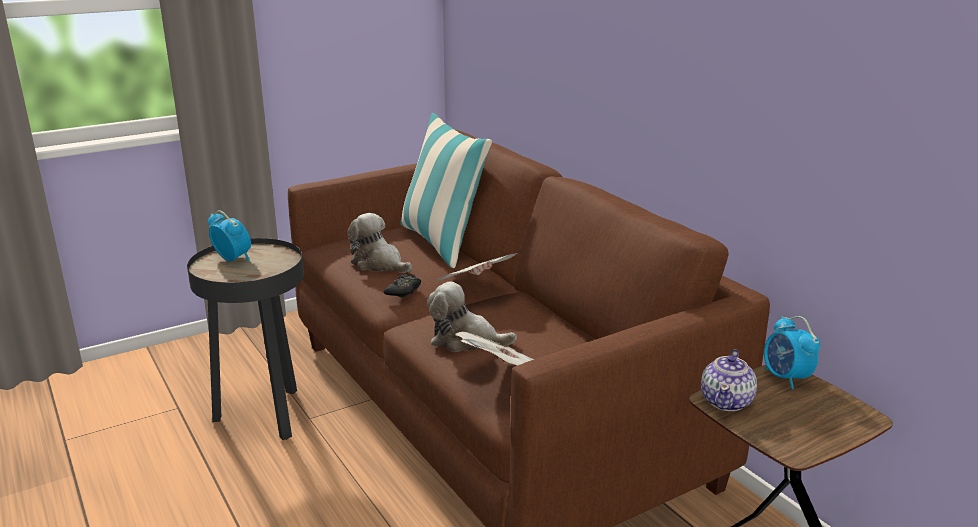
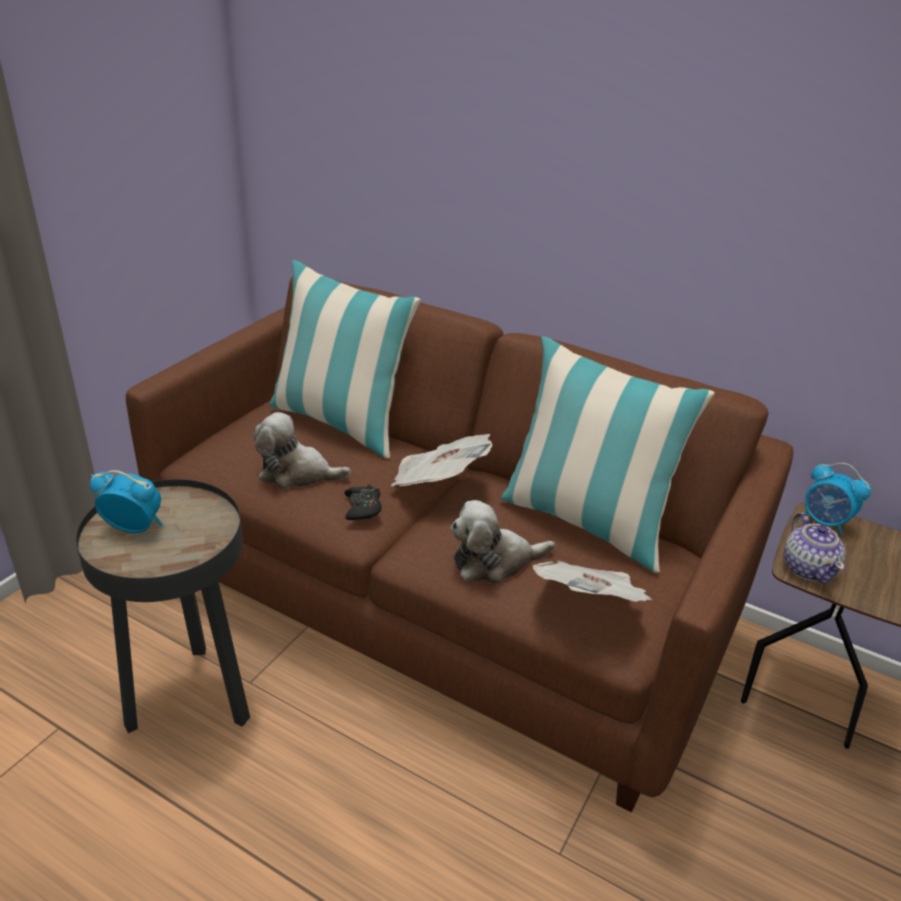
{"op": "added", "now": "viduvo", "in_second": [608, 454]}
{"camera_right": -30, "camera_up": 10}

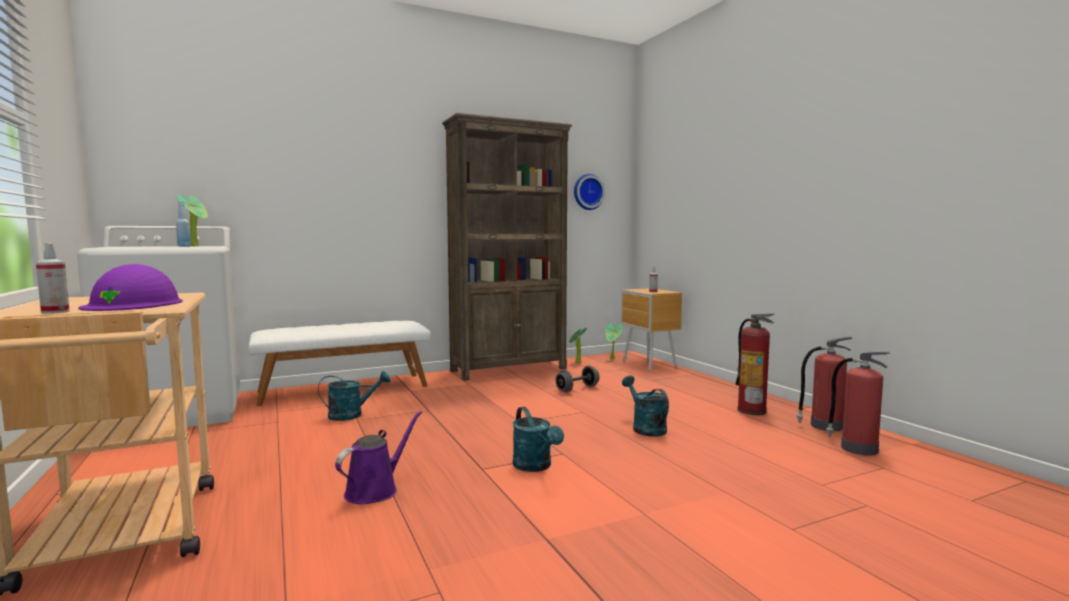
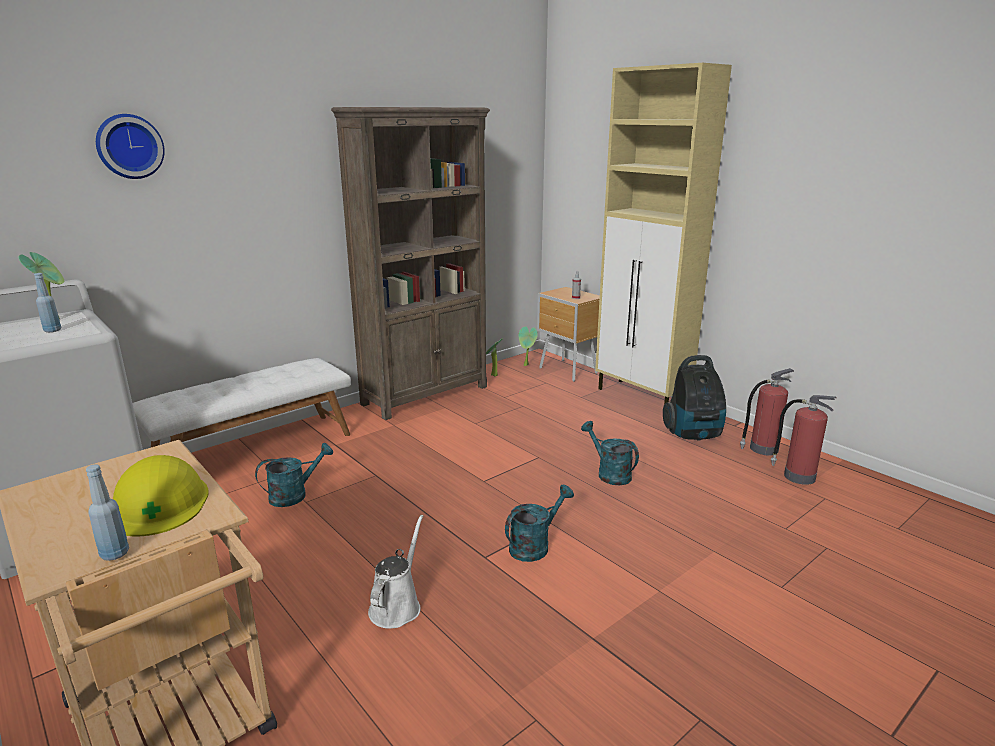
{"op": "moved", "was": "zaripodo", "in_first": [589, 192], "in_second": [130, 146]}
{"op": "replaced", "was": "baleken", "now": "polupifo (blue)", "in_first": [53, 278], "in_second": [107, 512]}
{"op": "recoloured", "was": "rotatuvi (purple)", "now": "rotatuvi (yellow)", "in_first": [130, 287], "in_second": [161, 495]}
{"op": "replaced", "was": "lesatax", "now": "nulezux", "in_first": [754, 364], "in_second": [694, 398]}
{"op": "removed", "was": "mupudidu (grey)", "in_first": [577, 379]}
{"op": "turned", "was": "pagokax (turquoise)", "in_first": [538, 439], "in_second": [539, 523], "clockwise": -90}
{"op": "recoloured", "was": "pagokax (purple)", "now": "pagokax (white)", "in_first": [378, 457], "in_second": [395, 572]}
{"op": "added", "now": "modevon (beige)", "in_second": [663, 233]}
{"camera_right": -15, "camera_up": 15}

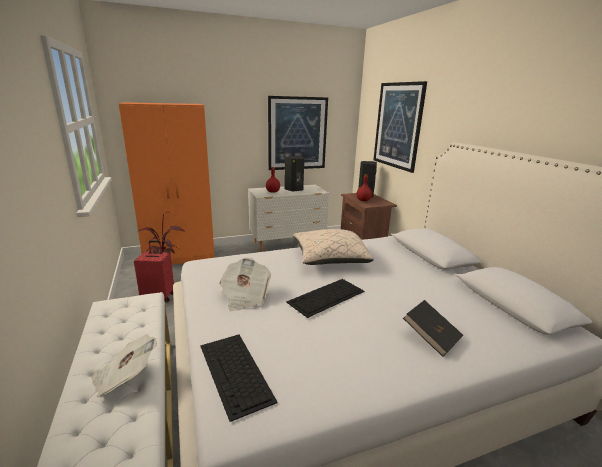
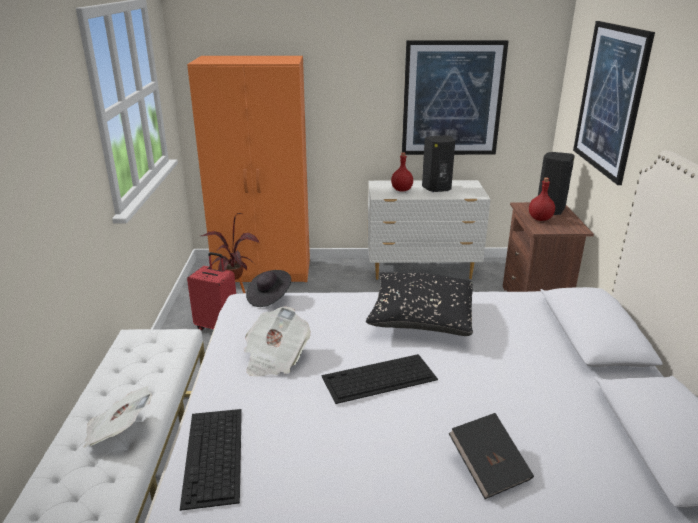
{"op": "recoloured", "was": "viduvo (beige)", "now": "viduvo (black)", "in_first": [333, 247], "in_second": [419, 304]}
{"op": "added", "now": "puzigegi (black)", "in_second": [268, 288]}
{"camera_right": 20, "camera_up": 5}

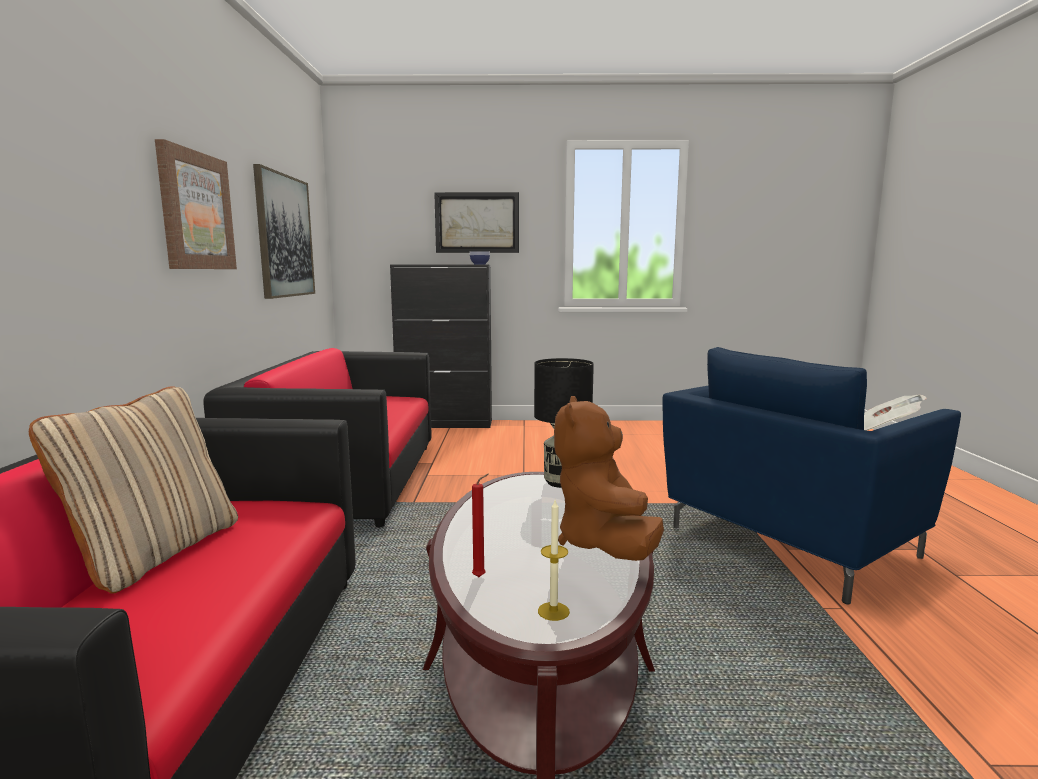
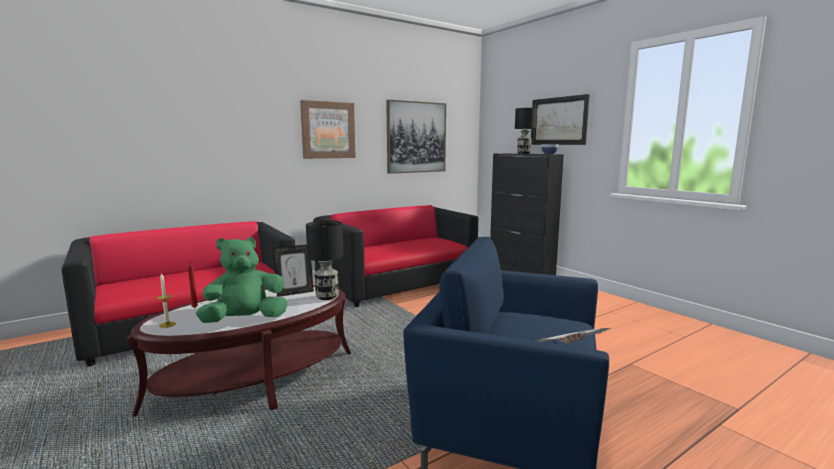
{"op": "removed", "was": "viduvo (beige)", "in_first": [133, 490]}
{"op": "recoloured", "was": "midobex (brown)", "now": "midobex (green)", "in_first": [609, 478], "in_second": [242, 280]}
{"op": "added", "now": "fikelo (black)", "in_second": [526, 131]}
{"op": "added", "now": "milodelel", "in_second": [293, 271]}
{"camera_right": 55, "camera_up": 0}

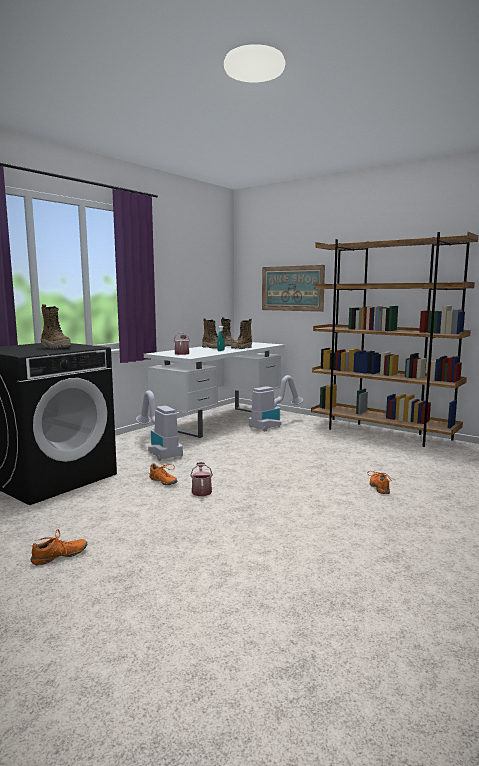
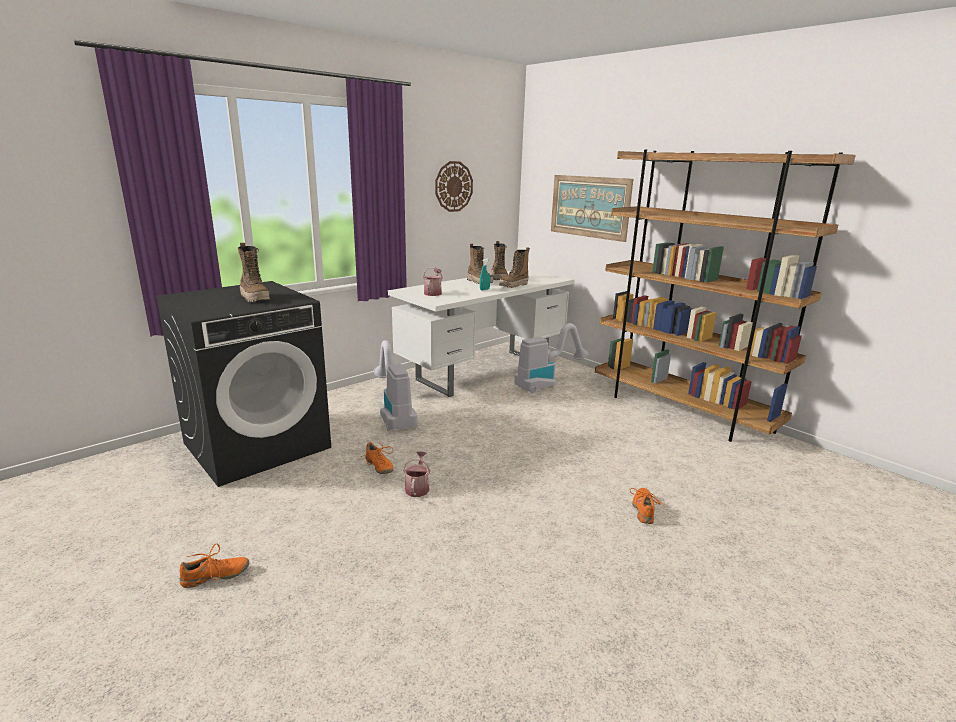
{"op": "added", "now": "zaripodo", "in_second": [454, 186]}
{"camera_right": 10, "camera_up": 10}

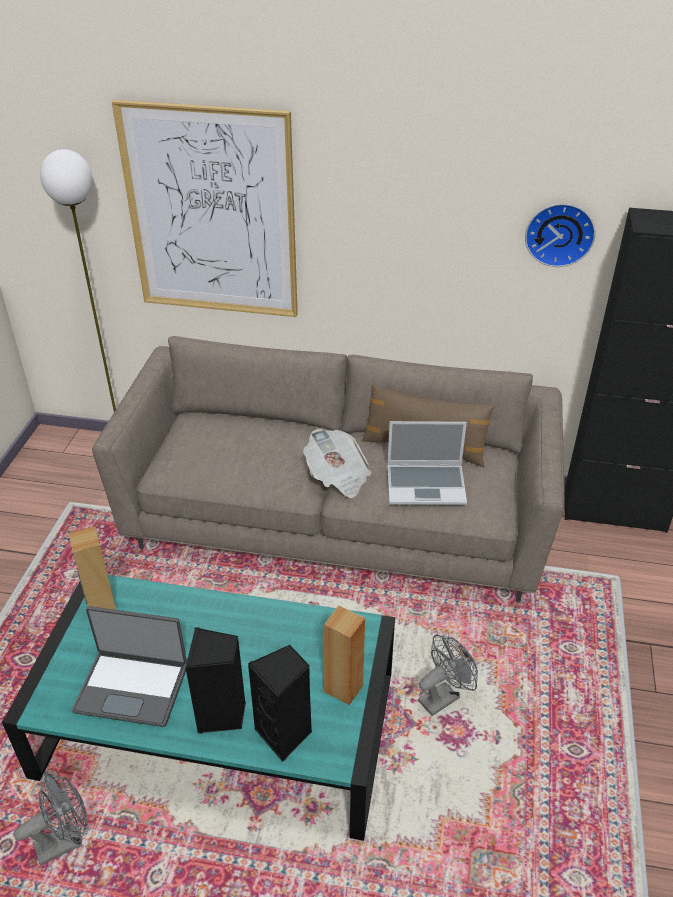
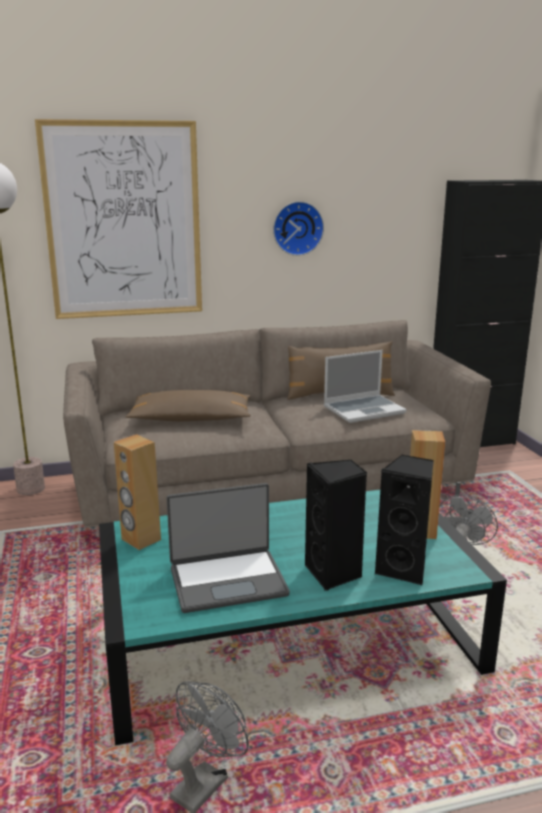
{"op": "moved", "was": "zaripodo", "in_first": [560, 235], "in_second": [298, 228]}
{"op": "removed", "was": "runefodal", "in_first": [337, 463]}
{"op": "added", "now": "viduvo (brown)", "in_second": [188, 405]}
{"camera_right": -25, "camera_up": -20}

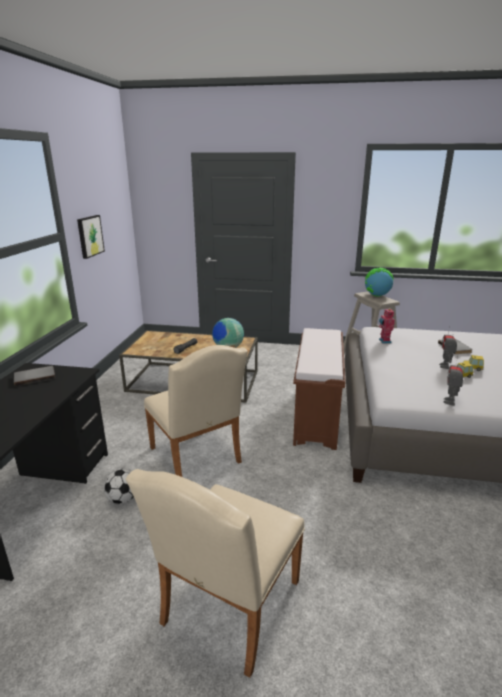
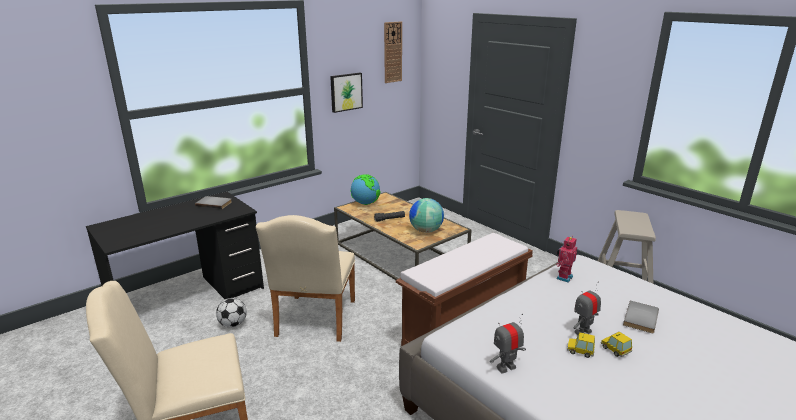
{"op": "moved", "was": "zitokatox", "in_first": [379, 282], "in_second": [365, 189]}
{"op": "added", "now": "zaripodo", "in_second": [393, 52]}
{"camera_right": 40, "camera_up": 0}

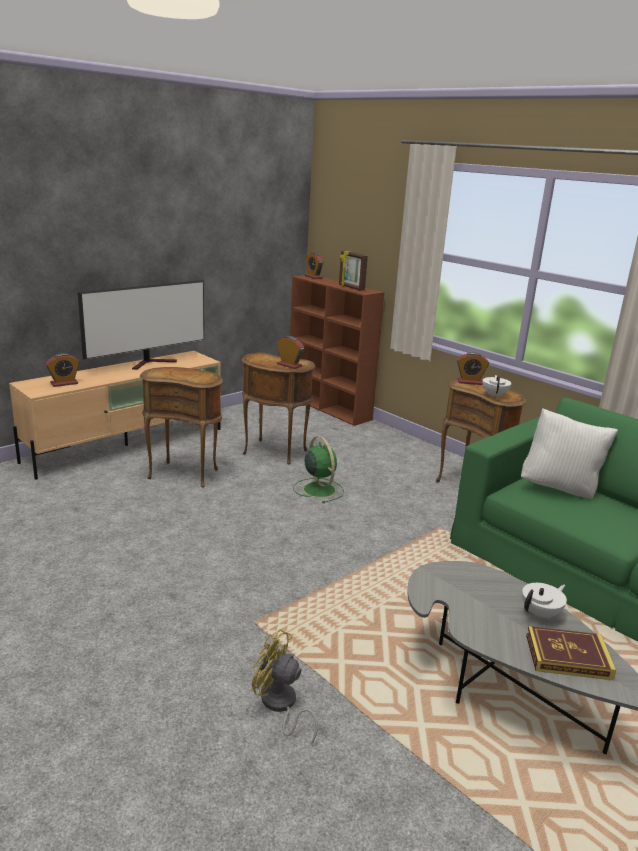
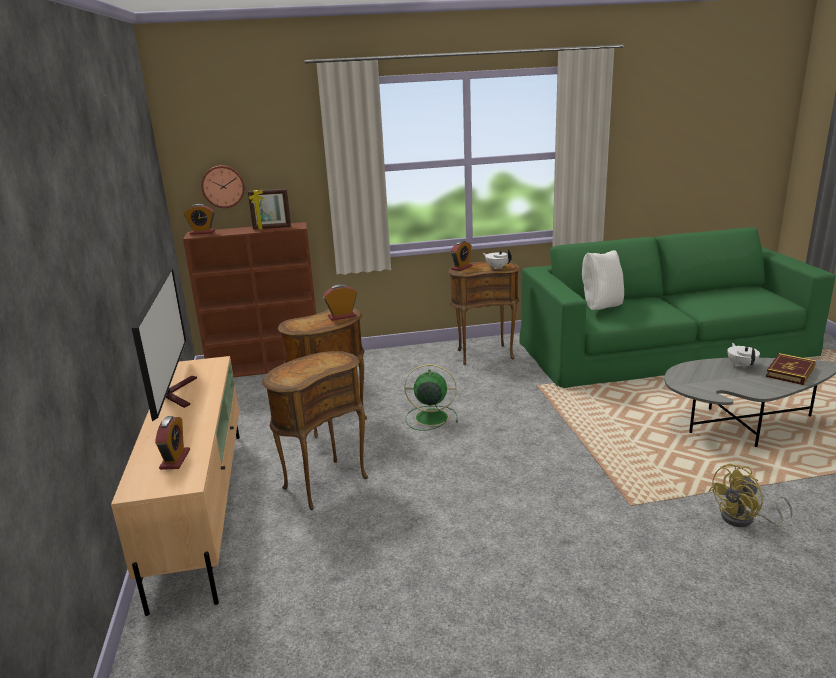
{"op": "added", "now": "zaripodo", "in_second": [223, 186]}
{"camera_right": -55, "camera_up": 0}

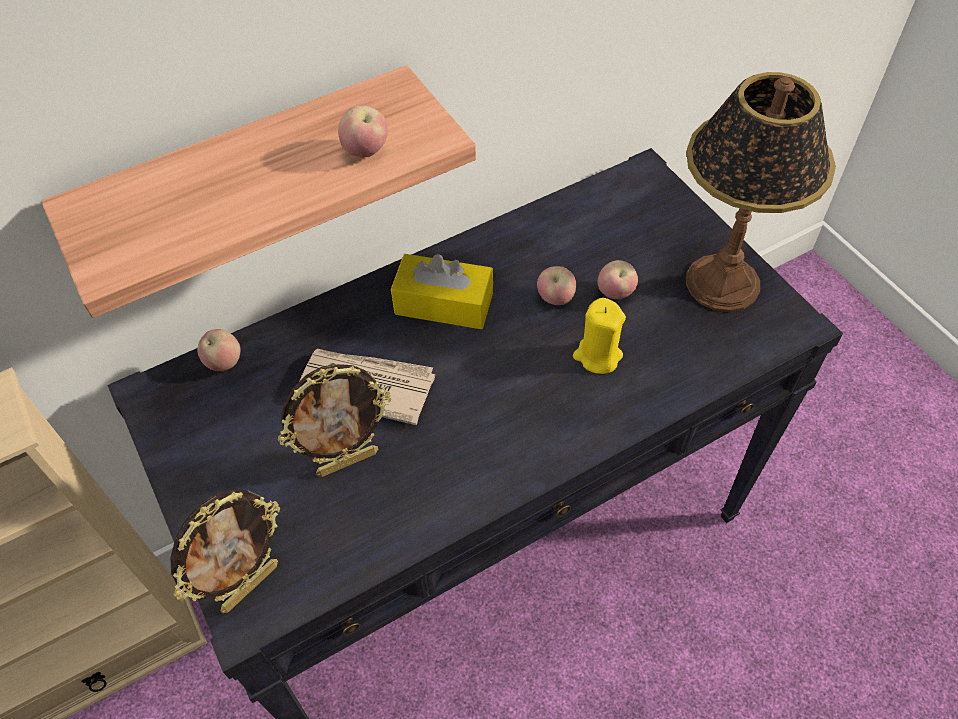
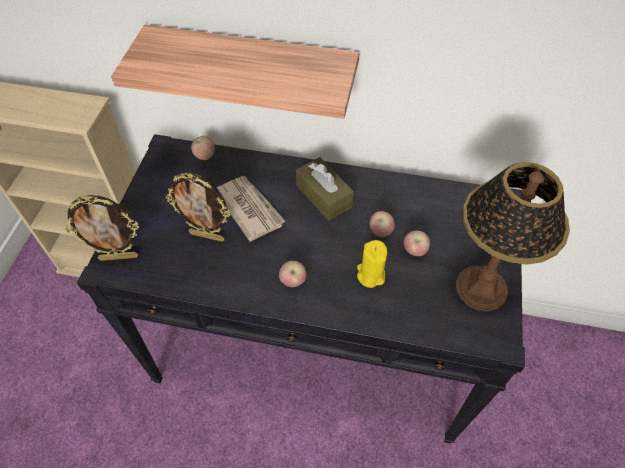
{"op": "moved", "was": "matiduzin", "in_first": [363, 131], "in_second": [292, 274]}
{"op": "recoloured", "was": "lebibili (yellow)", "now": "lebibili (brown)", "in_first": [442, 291], "in_second": [325, 189]}
{"camera_right": 40, "camera_up": 0}

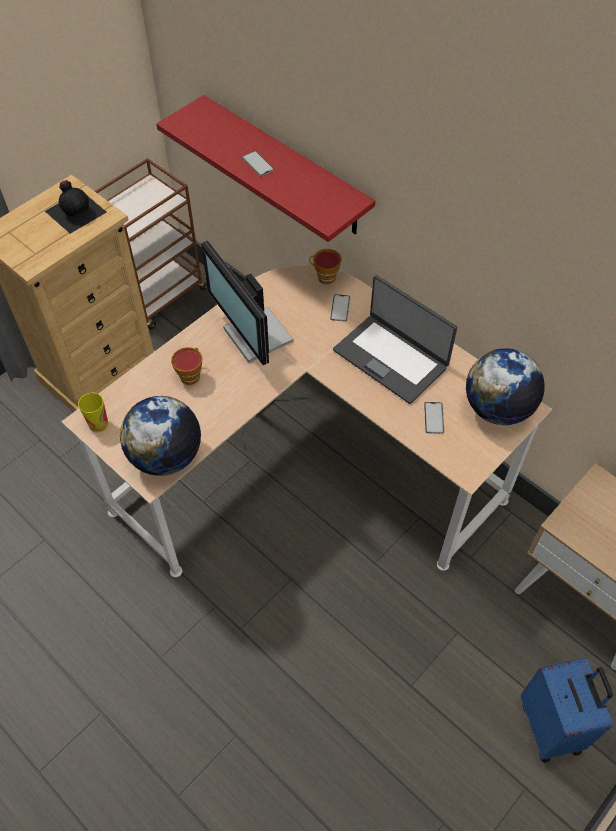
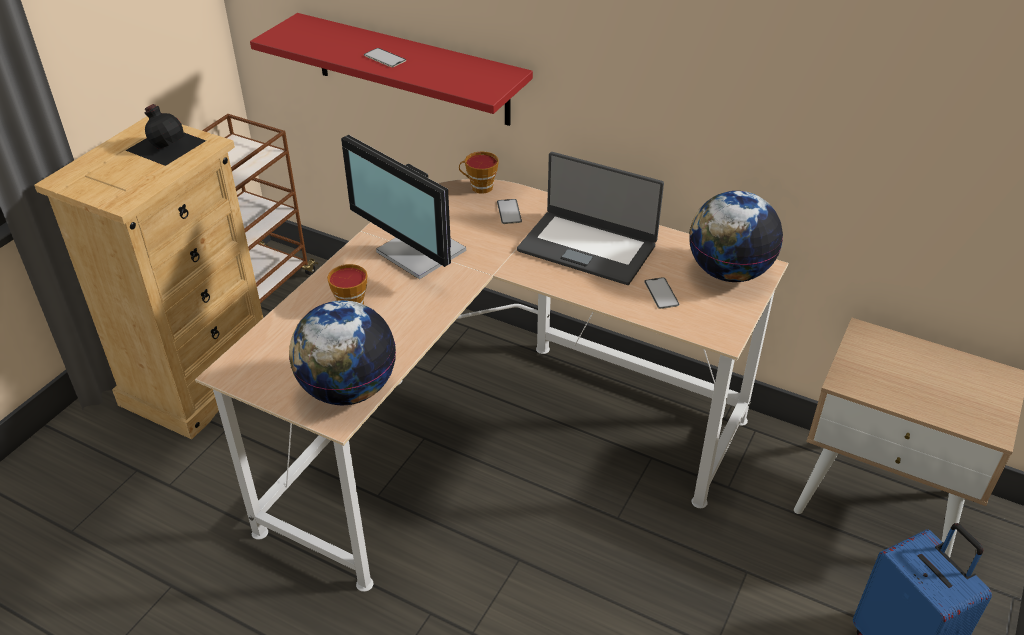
{"op": "removed", "was": "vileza", "in_first": [93, 412]}
{"camera_right": -15, "camera_up": -15}

